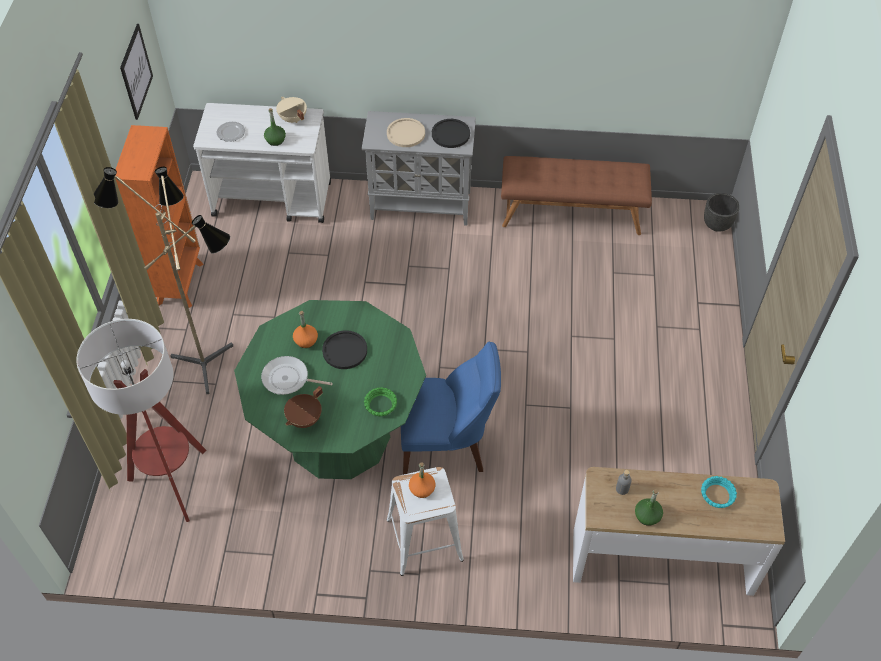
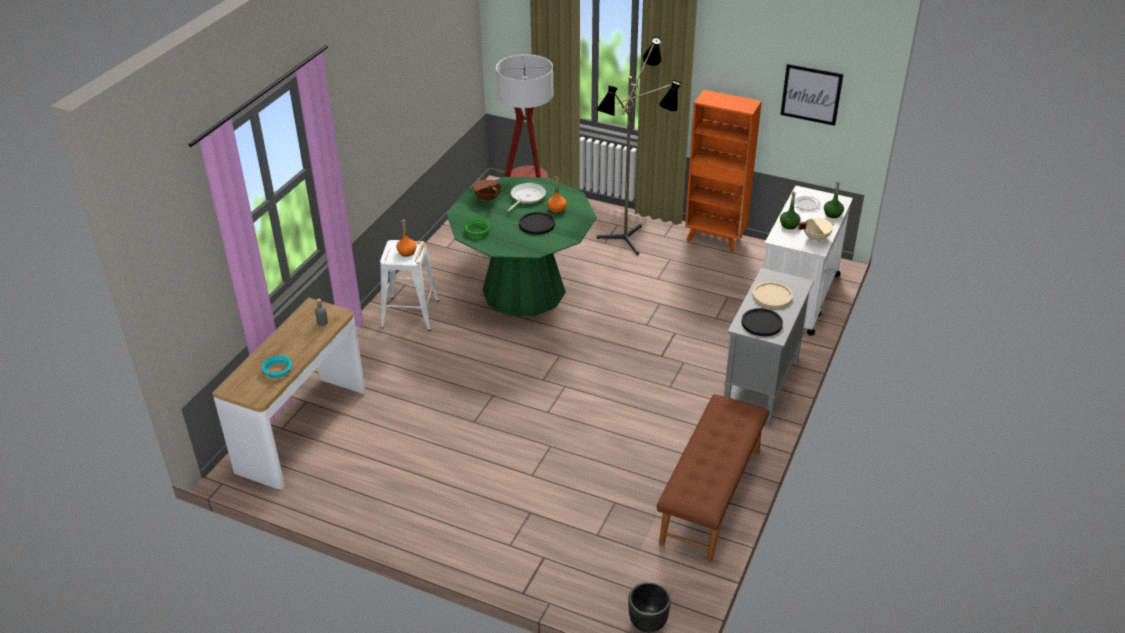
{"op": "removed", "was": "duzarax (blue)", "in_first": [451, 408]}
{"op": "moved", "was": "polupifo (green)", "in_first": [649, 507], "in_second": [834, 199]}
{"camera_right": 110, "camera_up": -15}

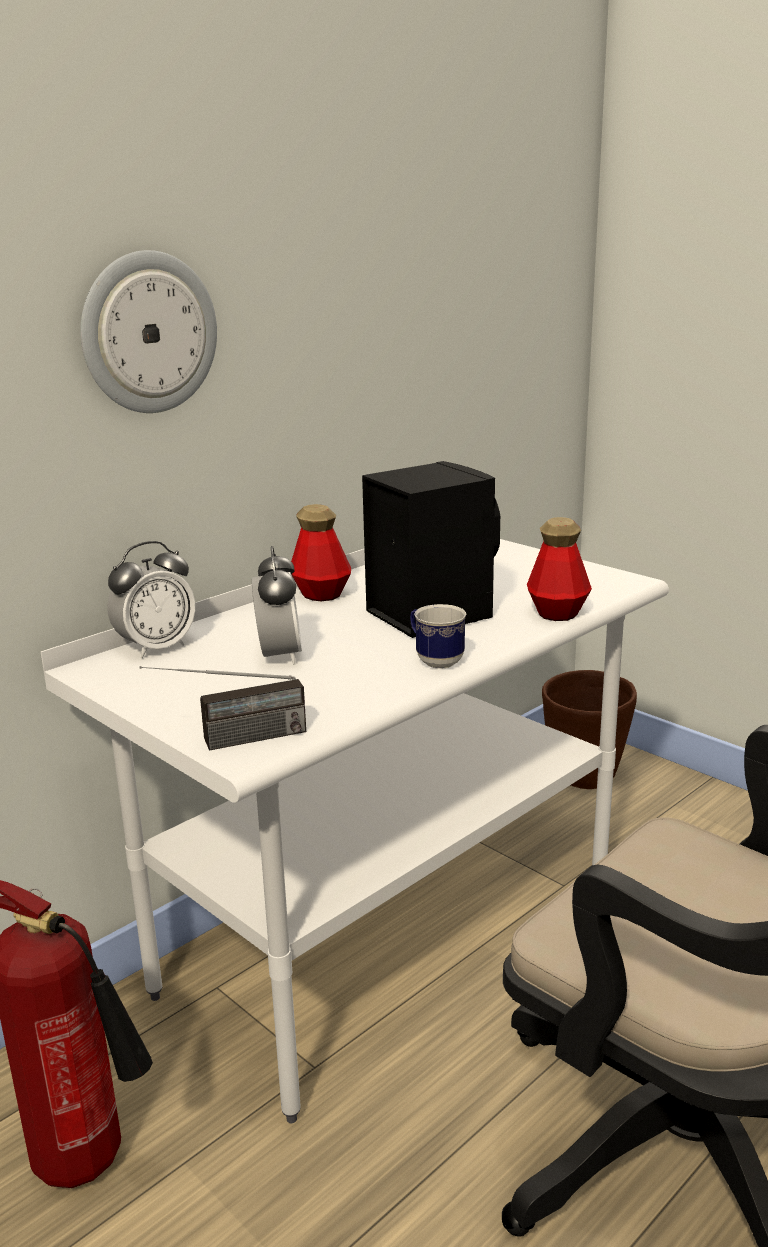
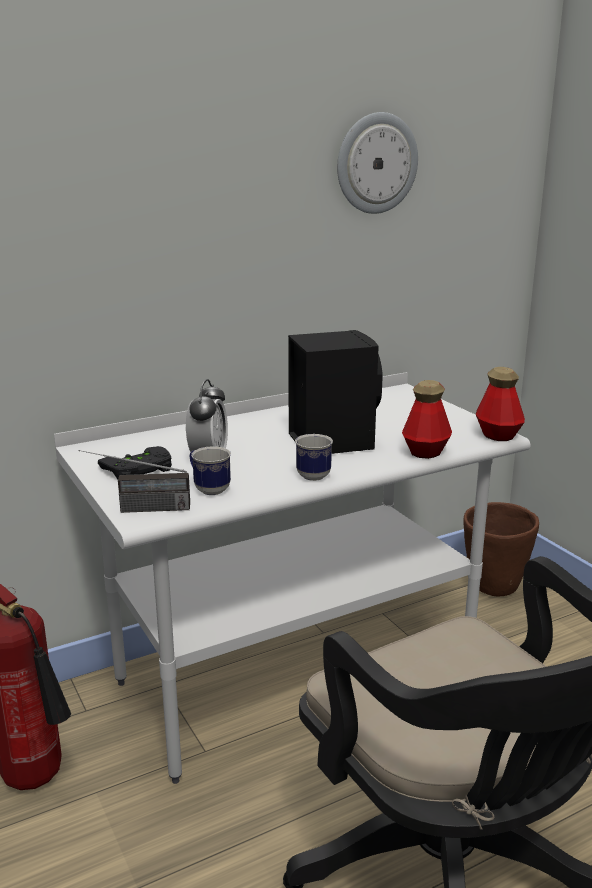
{"op": "moved", "was": "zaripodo", "in_first": [148, 331], "in_second": [377, 163]}
{"op": "moved", "was": "polupifo", "in_first": [321, 552], "in_second": [500, 404]}
{"op": "removed", "was": "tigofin", "in_first": [151, 599]}
{"op": "added", "now": "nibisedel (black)", "in_second": [135, 462]}
{"op": "added", "now": "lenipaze", "in_second": [210, 470]}
{"camera_right": 15, "camera_up": 0}

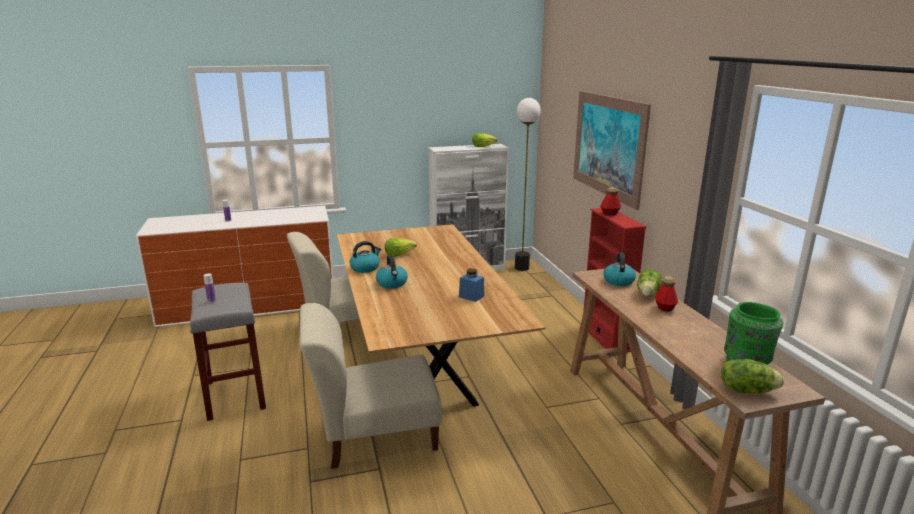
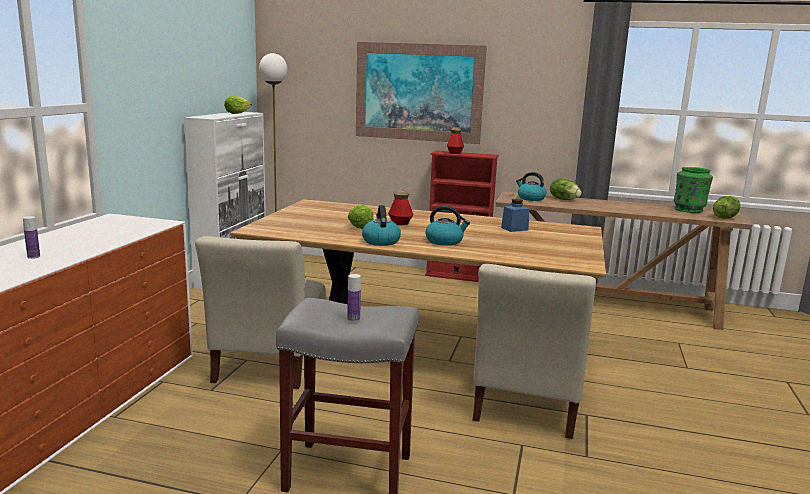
{"op": "moved", "was": "polupifo", "in_first": [666, 294], "in_second": [401, 207]}
{"camera_right": -60, "camera_up": -5}

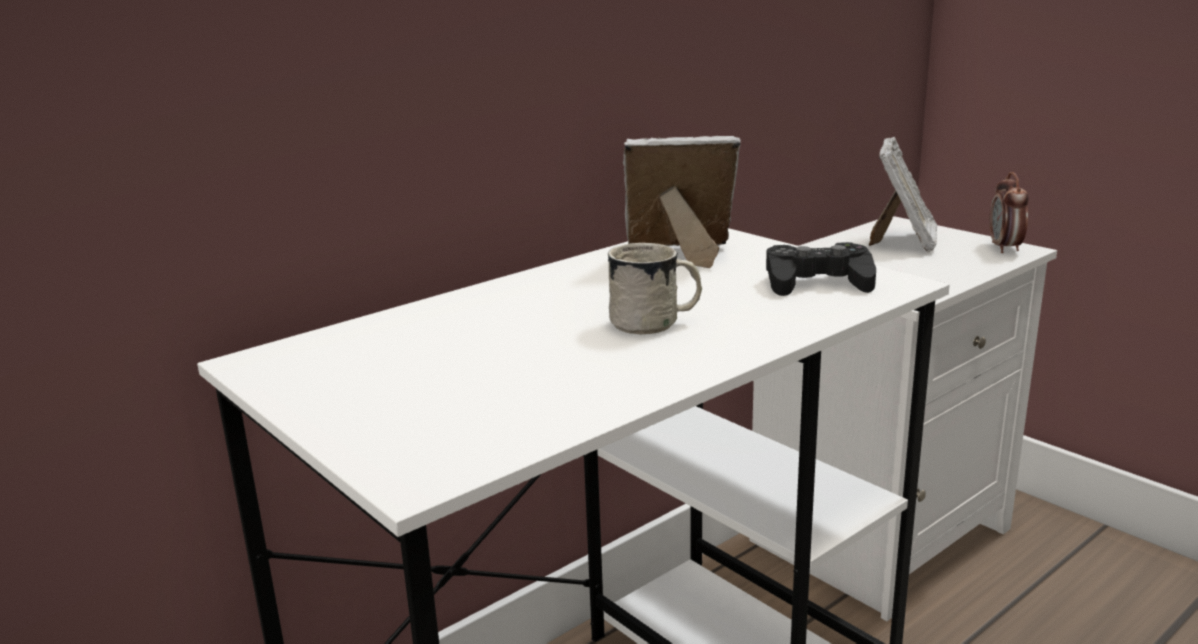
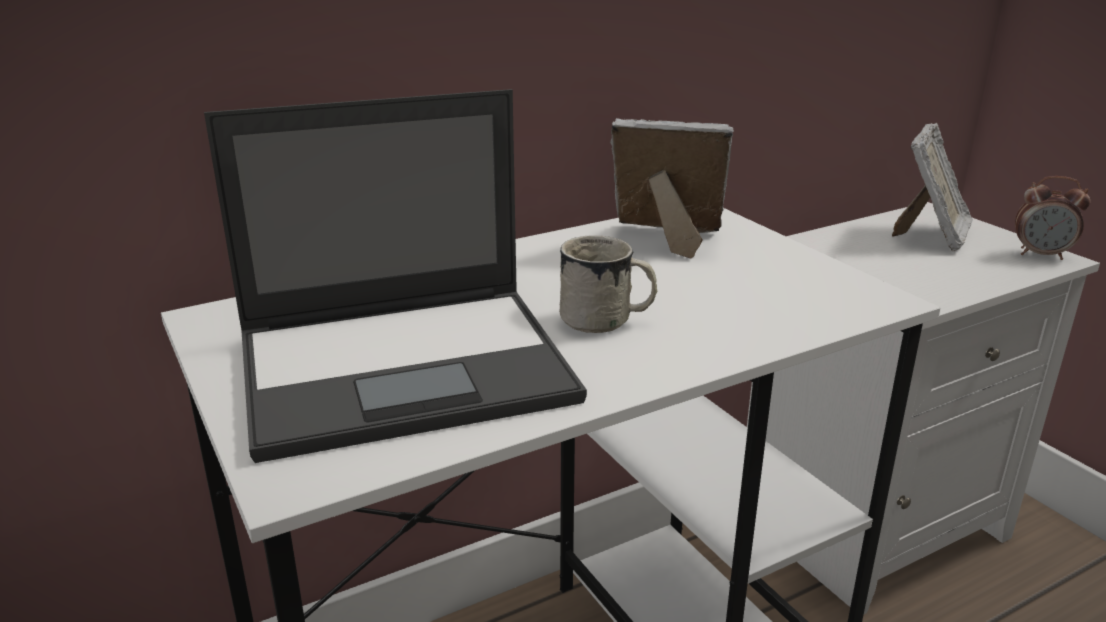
{"op": "turned", "was": "tigofin", "in_first": [1009, 212], "in_second": [1053, 218], "clockwise": -90}
{"op": "removed", "was": "nibisedel (black)", "in_first": [821, 269]}
{"op": "added", "now": "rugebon", "in_second": [395, 276]}
{"camera_right": 10, "camera_up": 5}

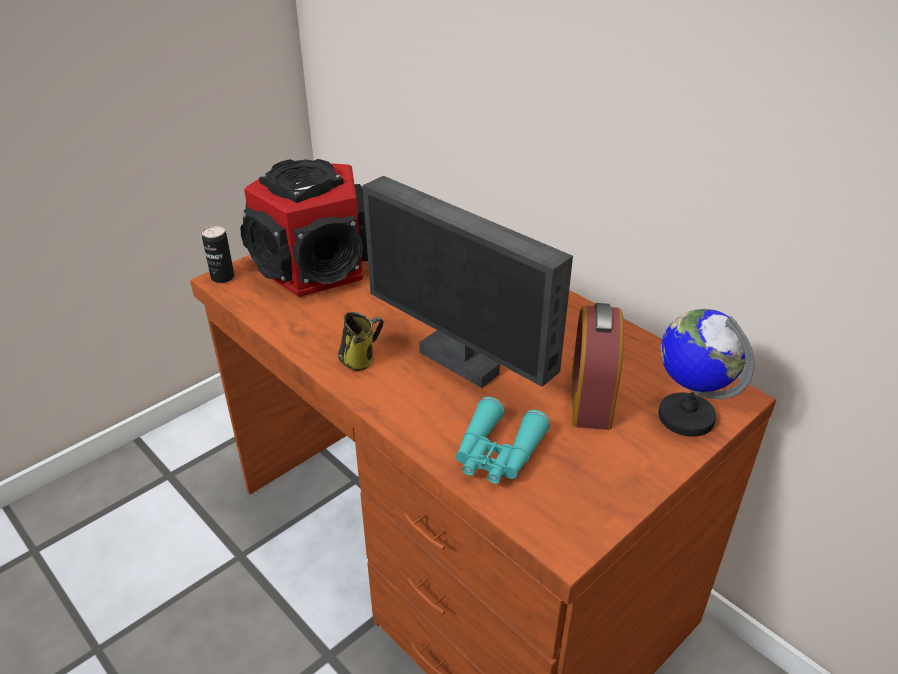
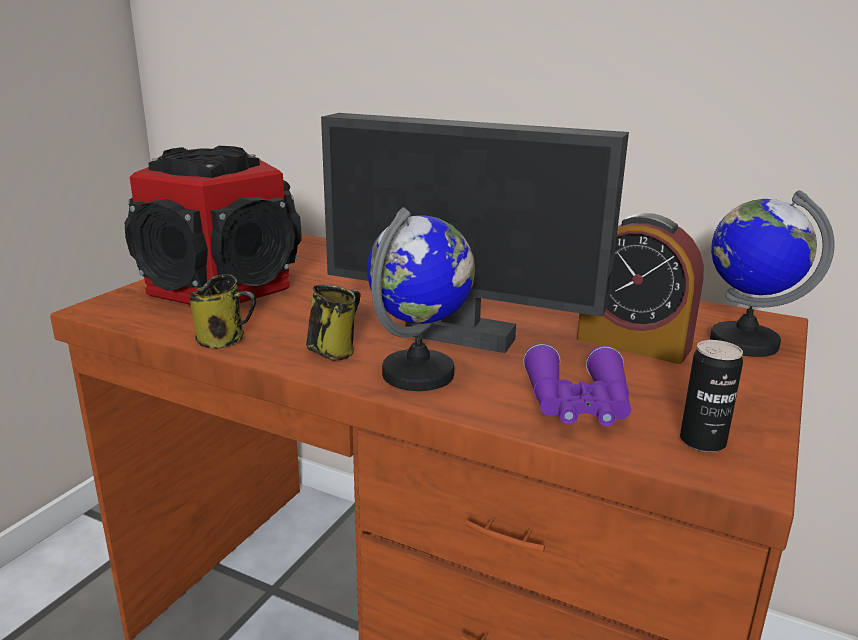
{"op": "moved", "was": "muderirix", "in_first": [218, 254], "in_second": [711, 396]}
{"op": "turned", "was": "tigofin", "in_first": [598, 366], "in_second": [640, 288], "clockwise": -45}
{"op": "recoloured", "was": "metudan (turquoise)", "now": "metudan (purple)", "in_first": [503, 440], "in_second": [577, 384]}
{"op": "added", "now": "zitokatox", "in_second": [421, 299]}
{"op": "added", "now": "lenipaze", "in_second": [223, 311]}
{"camera_right": -20, "camera_up": -15}

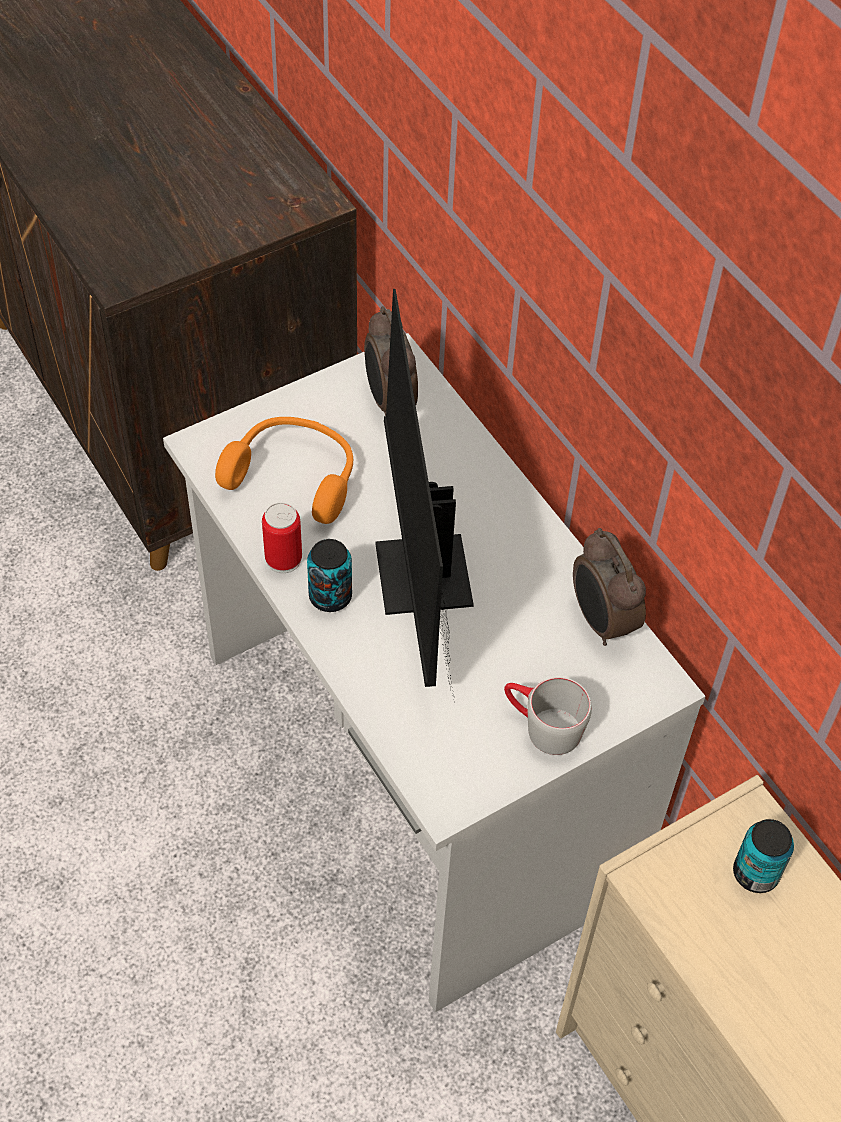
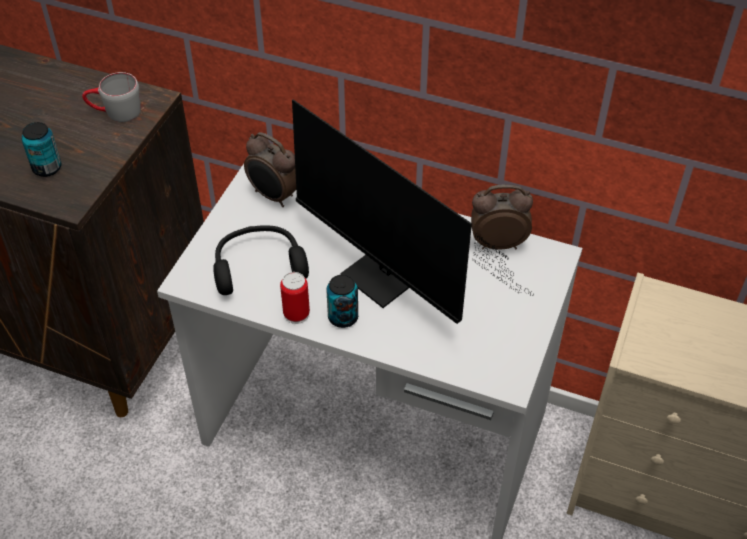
{"op": "recoloured", "was": "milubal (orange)", "now": "milubal (black)", "in_first": [284, 470], "in_second": [261, 260]}
{"op": "turned", "was": "tigofin", "in_first": [609, 587], "in_second": [502, 217], "clockwise": 150}
{"op": "moved", "was": "lenipaze (grey)", "in_first": [548, 716], "in_second": [111, 97]}
{"op": "moved", "was": "muderirix", "in_first": [763, 856], "in_second": [41, 149]}
{"camera_right": -35, "camera_up": -5}

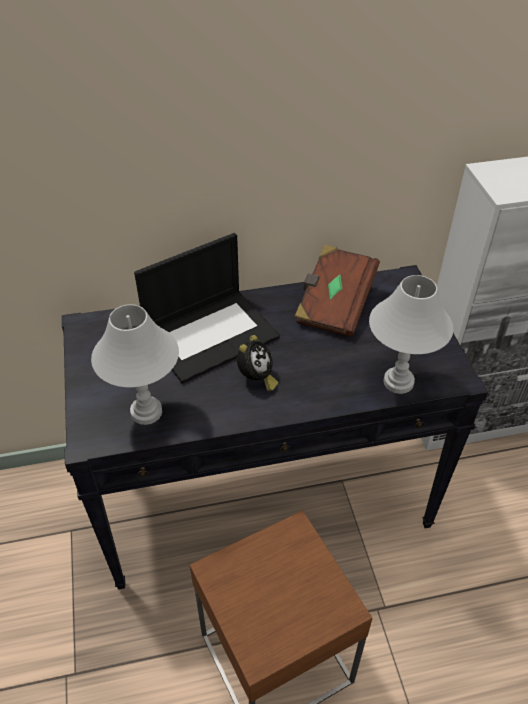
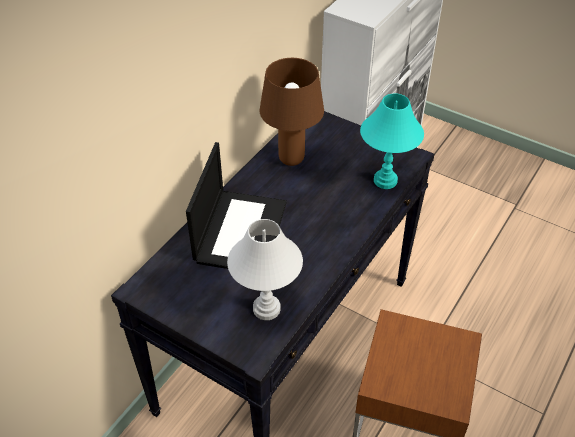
{"op": "replaced", "was": "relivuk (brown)", "now": "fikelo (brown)", "in_first": [337, 291], "in_second": [292, 112]}
{"op": "recoloured", "was": "fikelo (white)", "now": "fikelo (turquoise)", "in_first": [411, 334], "in_second": [392, 141]}
{"op": "removed", "was": "tigofin", "in_first": [257, 363]}
{"camera_right": -45, "camera_up": 0}

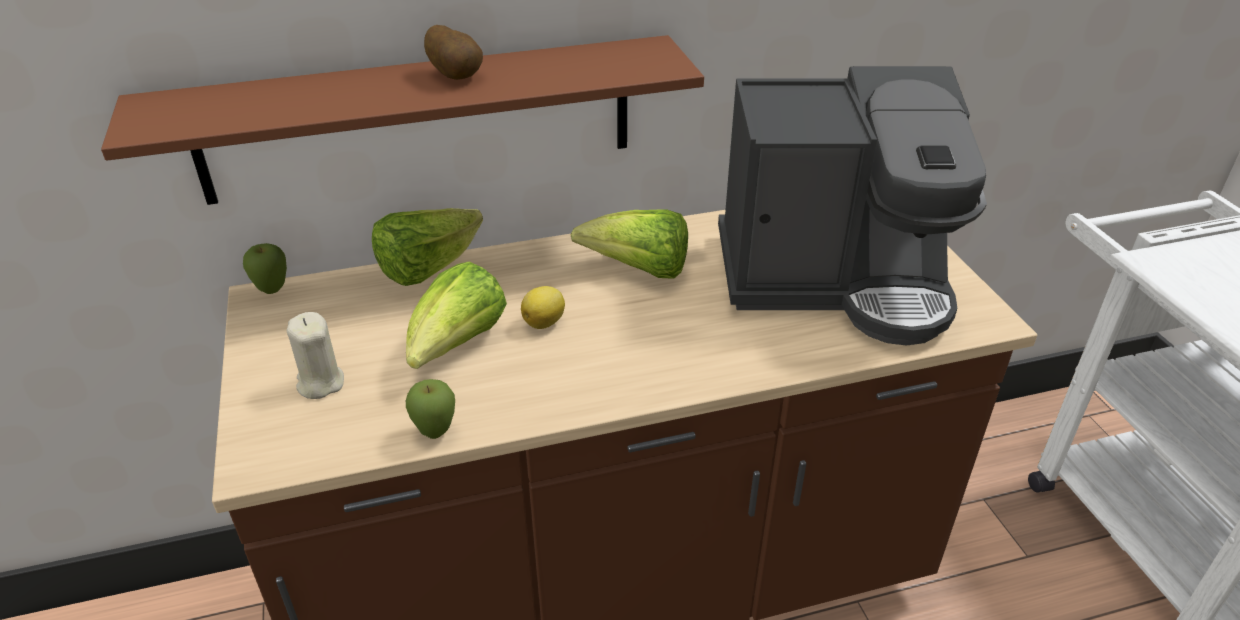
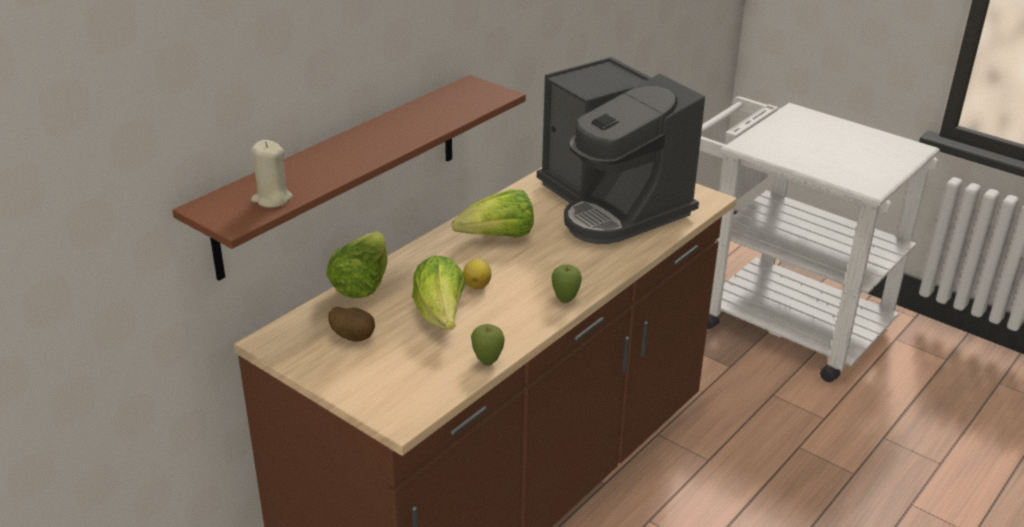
{"op": "moved", "was": "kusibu", "in_first": [453, 52], "in_second": [351, 324]}
{"op": "turned", "was": "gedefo", "in_first": [852, 206], "in_second": [621, 150], "clockwise": 90}
{"op": "moved", "was": "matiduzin", "in_first": [265, 268], "in_second": [567, 283]}
{"op": "moved", "was": "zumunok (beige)", "in_first": [315, 355], "in_second": [272, 174]}
{"camera_right": -35, "camera_up": -5}

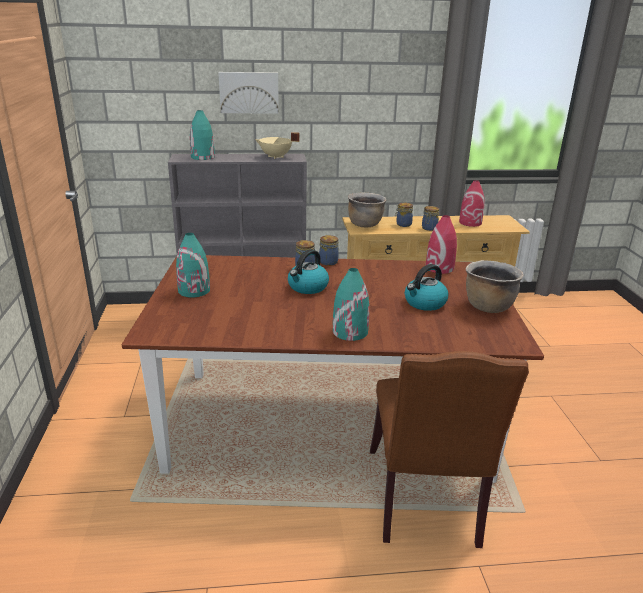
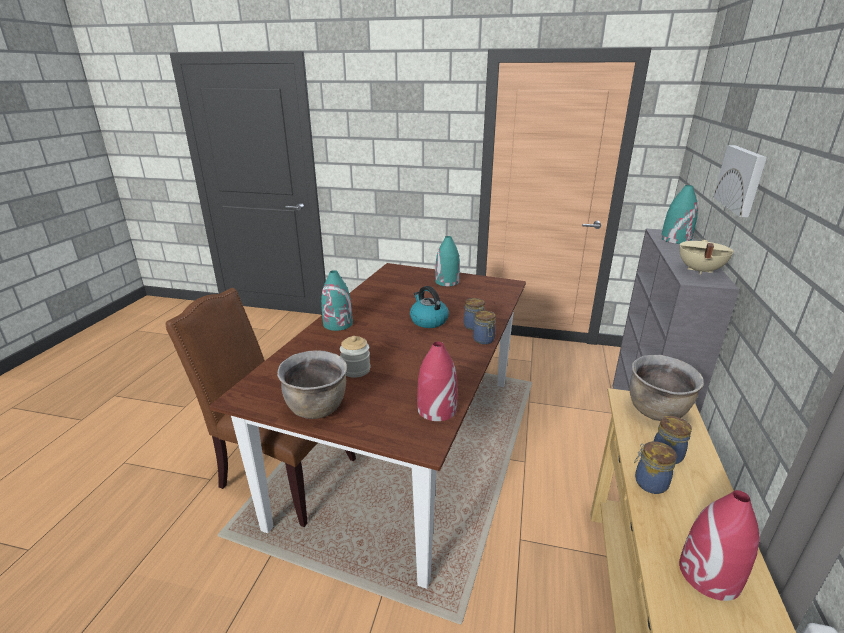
{"op": "replaced", "was": "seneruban", "now": "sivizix", "in_first": [426, 287], "in_second": [355, 357]}
{"camera_right": 110, "camera_up": 0}

